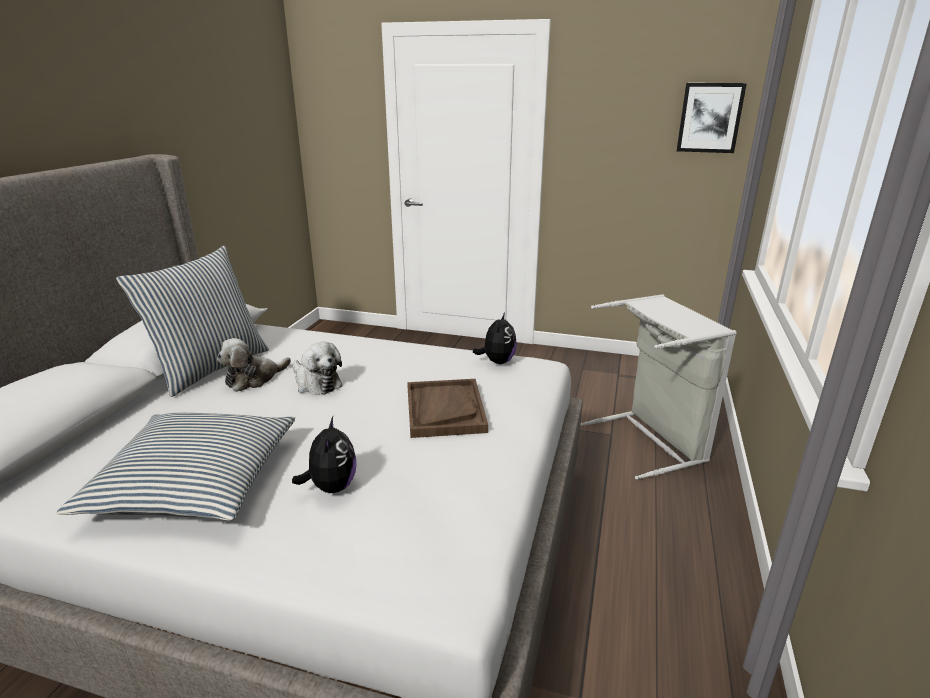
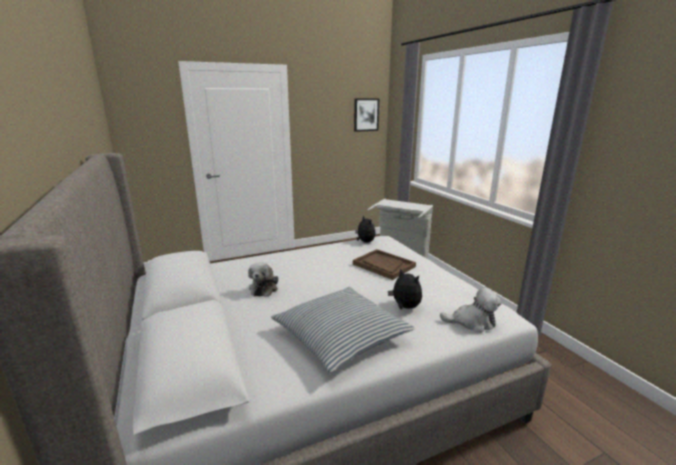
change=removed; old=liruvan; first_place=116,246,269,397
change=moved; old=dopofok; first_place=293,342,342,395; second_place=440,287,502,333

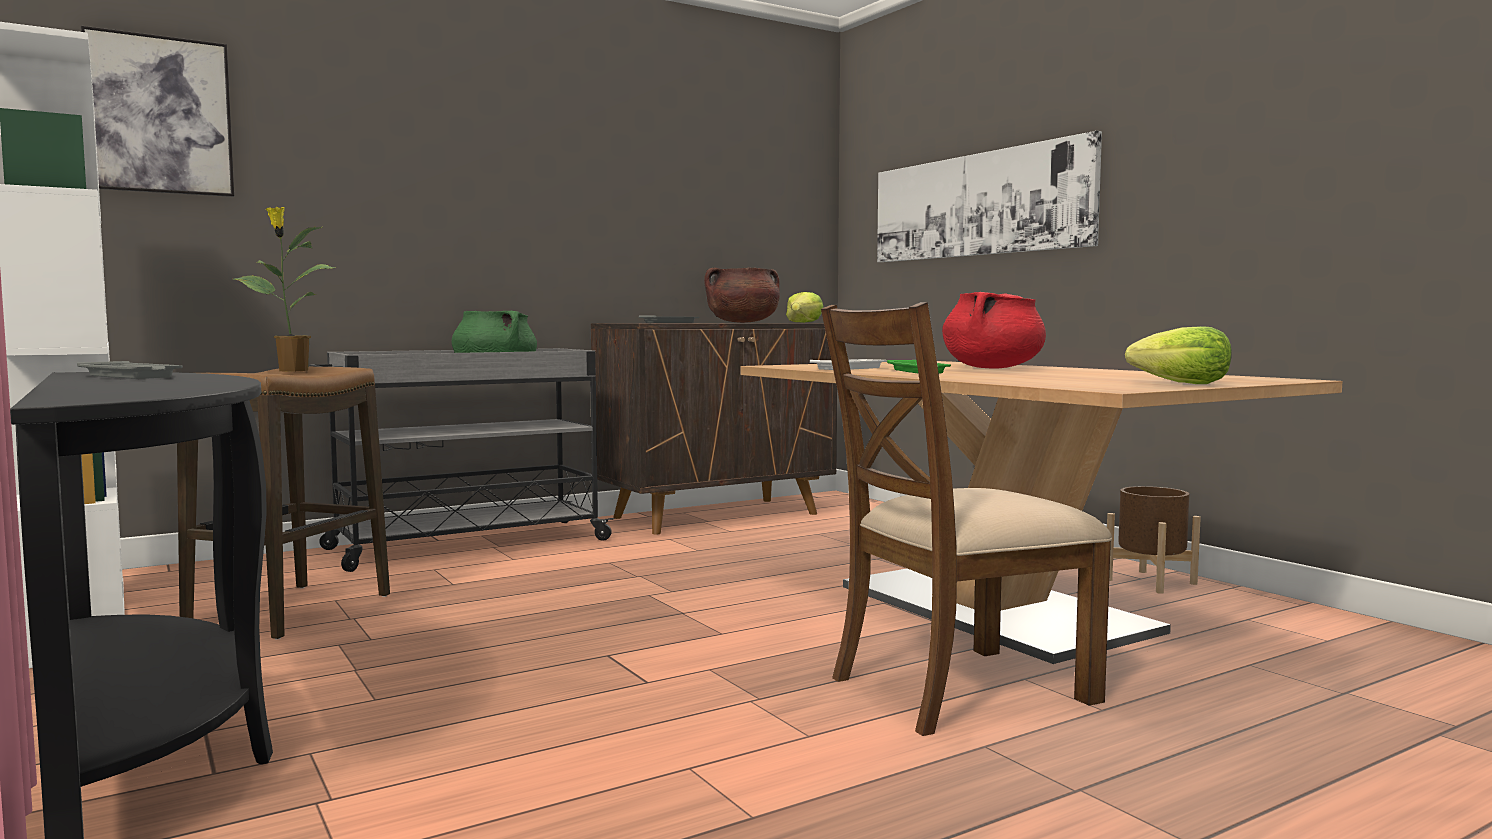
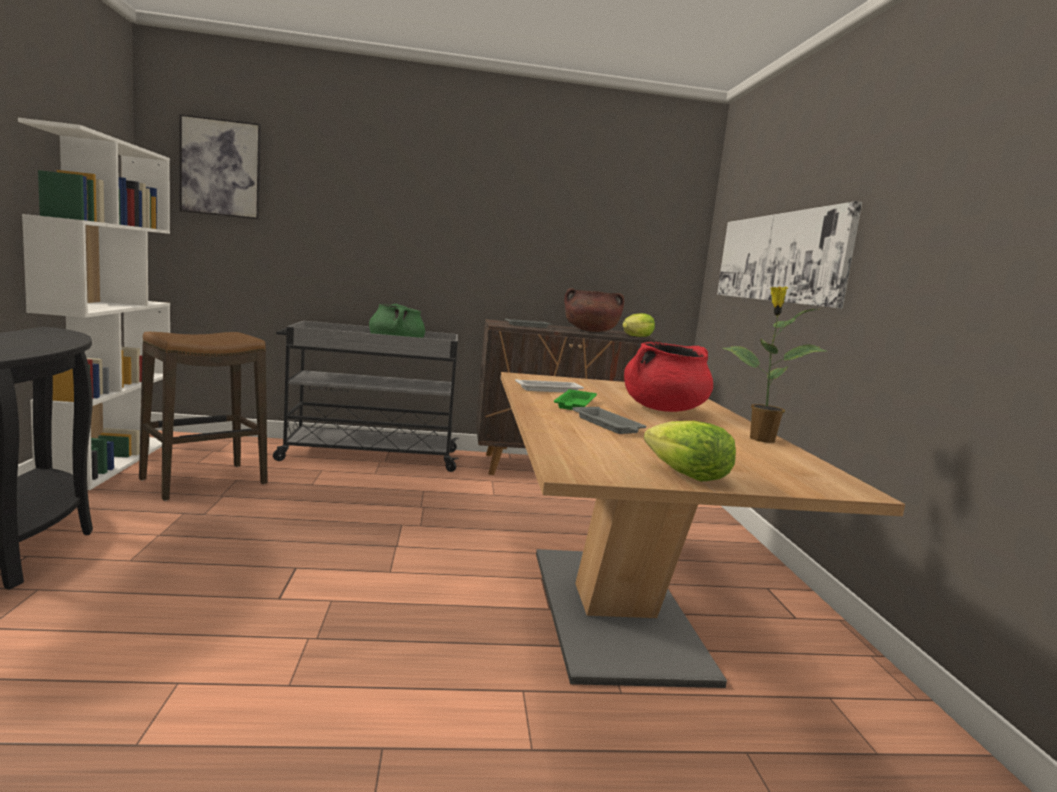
change=removed; old=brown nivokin; first_place=821,302,1112,736
change=removed; old=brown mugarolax; first_place=1107,486,1201,594
change=moved; old=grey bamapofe; first_place=77,361,183,379; second_place=572,407,646,434
change=moved; old=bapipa; first_place=234,207,335,371; second_place=723,287,827,443

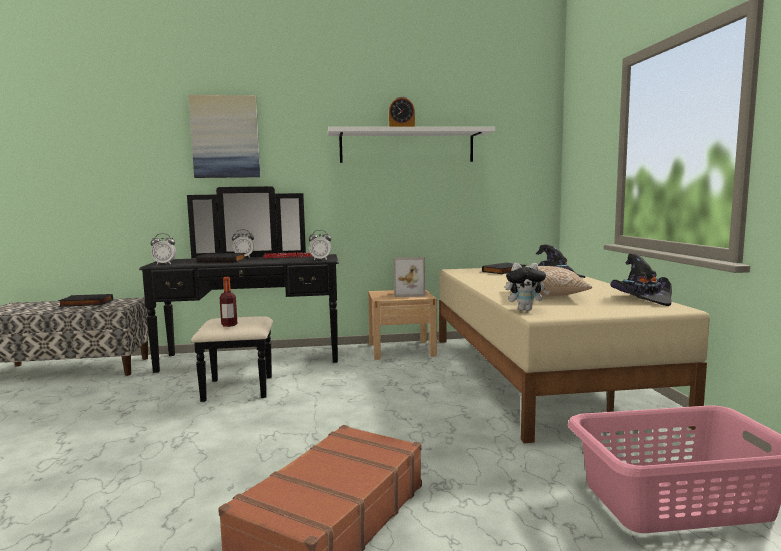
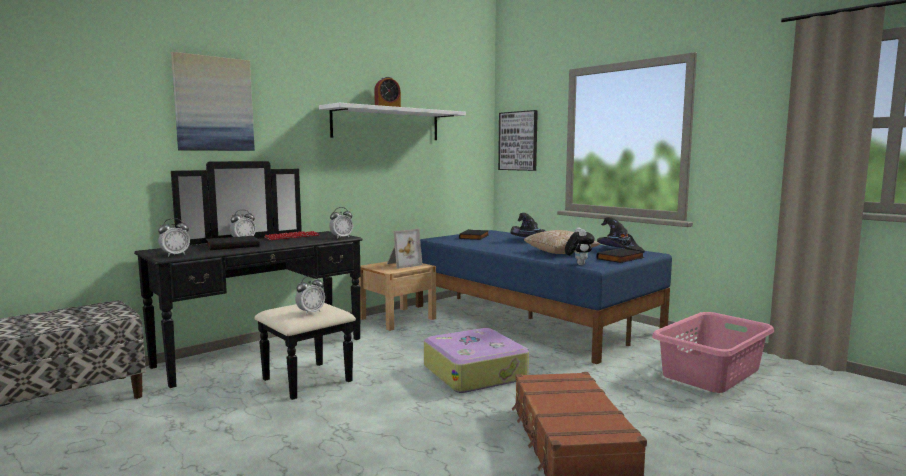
change=added; new=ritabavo; second_place=424,328,529,393
change=added; new=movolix; second_place=498,110,538,171
change=moved; old=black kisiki; first_place=58,294,113,307; second_place=596,248,644,263
change=replaced; old=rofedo; new=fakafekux; first_place=220,277,237,327; second_place=295,276,325,315
change=recoloured; old=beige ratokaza; new=blue ratokaza; first_place=439,266,710,443; second_place=416,230,672,364
change=turned; old=dopofok; first_place=505,263,550,311; second_place=565,227,595,265; degrees=-60

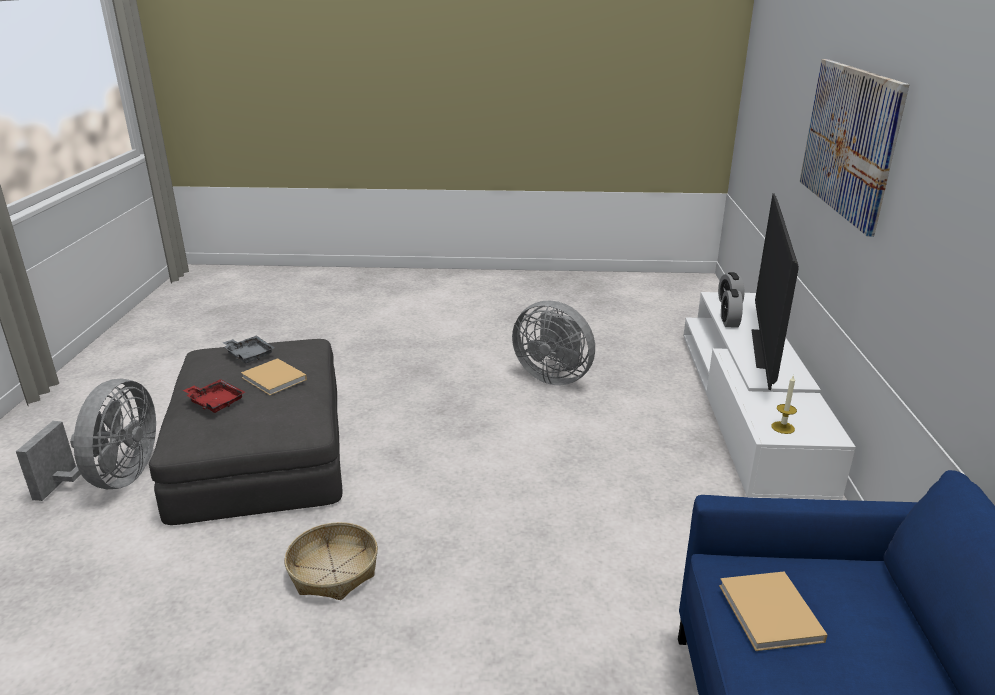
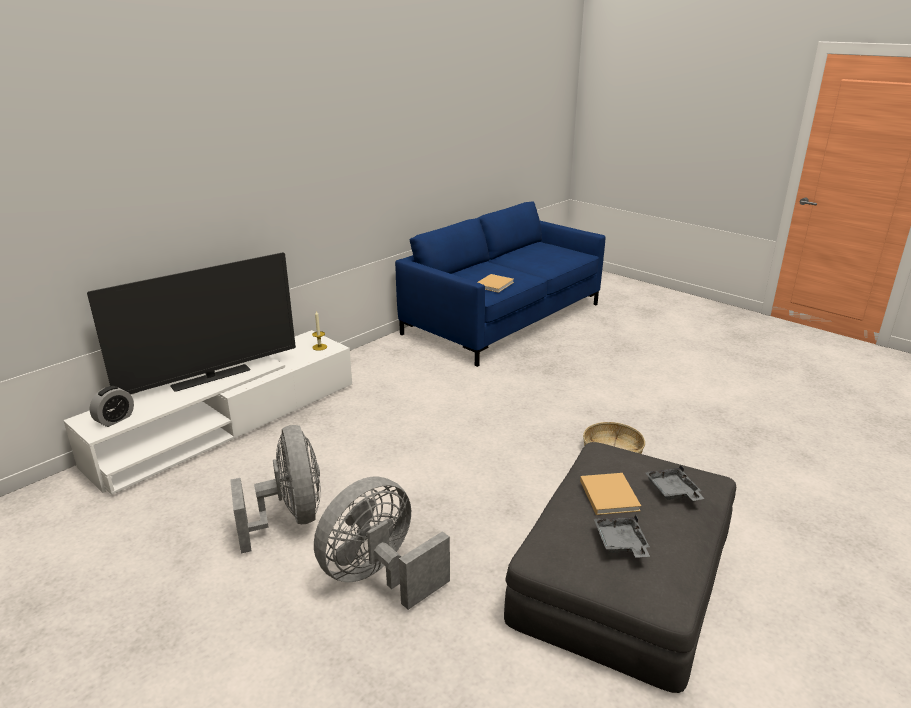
change=removed; old=fakafekux; first_place=721,289,743,328
change=removed; old=movolix; first_place=800,59,909,237
change=moved; old=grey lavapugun; first_place=16,378,156,501; second_place=314,476,450,610
change=recoloured; old=red bamapofe; new=grey bamapofe; first_place=182,379,246,413; second_place=645,465,704,501

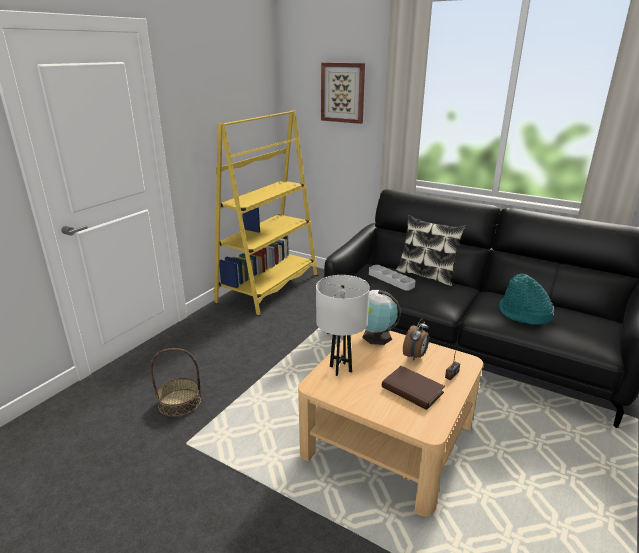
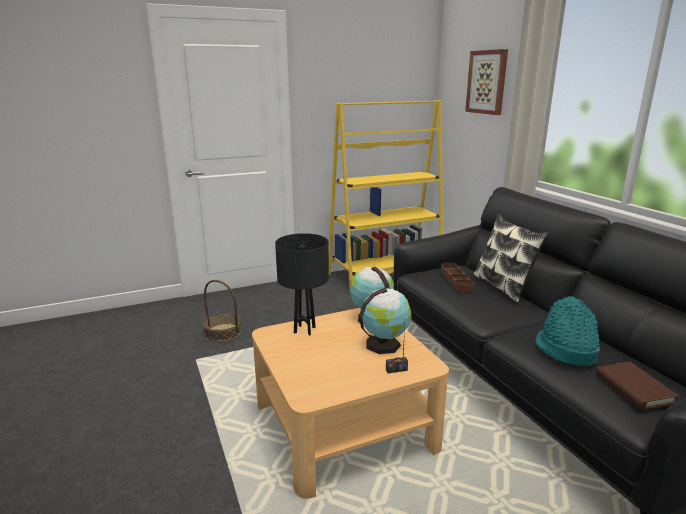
change=moved; old=brown kisiki; first_place=382,366,445,410; second_place=596,362,679,410
change=replaced; old=fakafekux; new=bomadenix; first_place=403,319,429,361; second_place=359,288,412,354
change=recoloured; old=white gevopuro; new=black gevopuro; first_place=316,275,370,376; second_place=275,233,329,336
change=recoloured; old=grey bamapofe; new=brown bamapofe; first_place=369,265,415,291; second_place=441,263,474,293

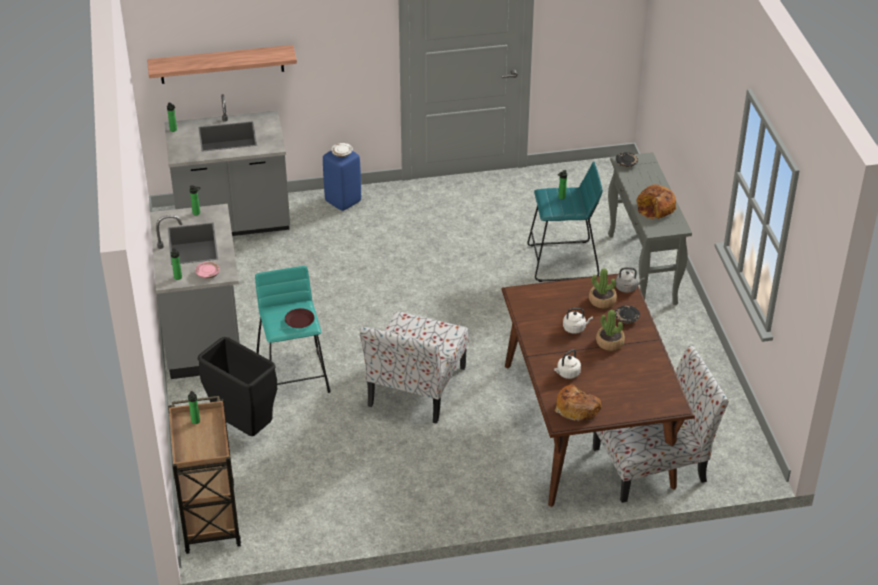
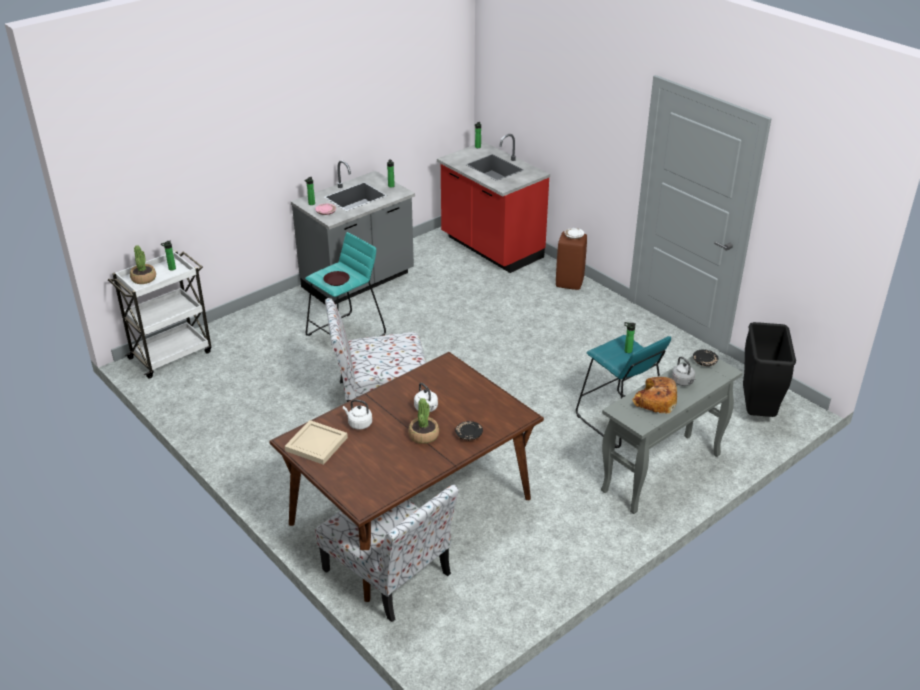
change=removed; old=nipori; first_place=147,45,297,84
change=moved; old=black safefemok; first_place=198,337,277,436; second_place=743,322,796,417
change=moved; old=bapipa; first_place=589,268,617,308; second_place=130,245,156,284
change=moved; old=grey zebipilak; first_place=616,267,645,293; second_place=671,356,695,386
change=replaced; old=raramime; new=beige bamapofe; first_place=555,384,602,421; second_place=285,420,348,465
change=recoloured; old=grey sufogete; new=red sufogete; first_place=164,94,290,236; second_place=437,134,550,273
change=recoloured; old=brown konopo; new=white konopo; first_place=168,396,241,554; second_place=108,250,211,379
change=recoloured; old=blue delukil; new=brown delukil; first_place=323,151,361,211; second_place=556,231,587,290

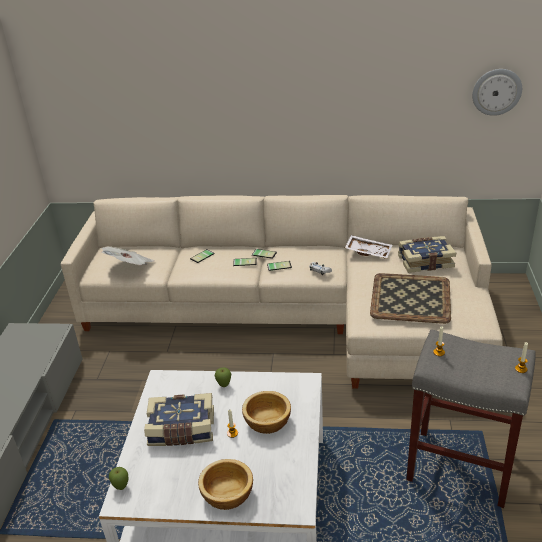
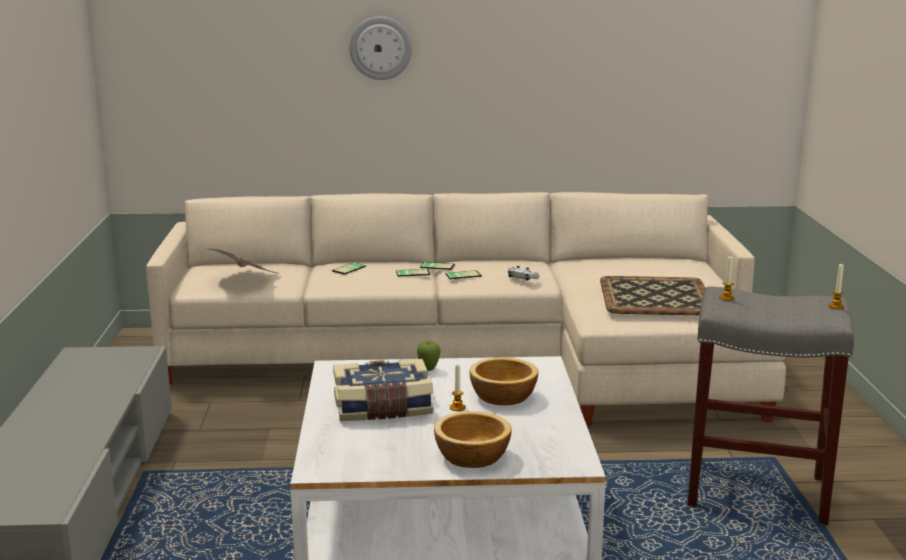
change=removed; old=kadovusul; first_place=109,467,128,490
change=removed; old=white bamapofe; first_place=345,235,392,259
change=removed; old=kisiki; first_place=398,236,456,273
change=moved; old=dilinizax; first_place=472,69,522,116; second_place=349,17,412,80

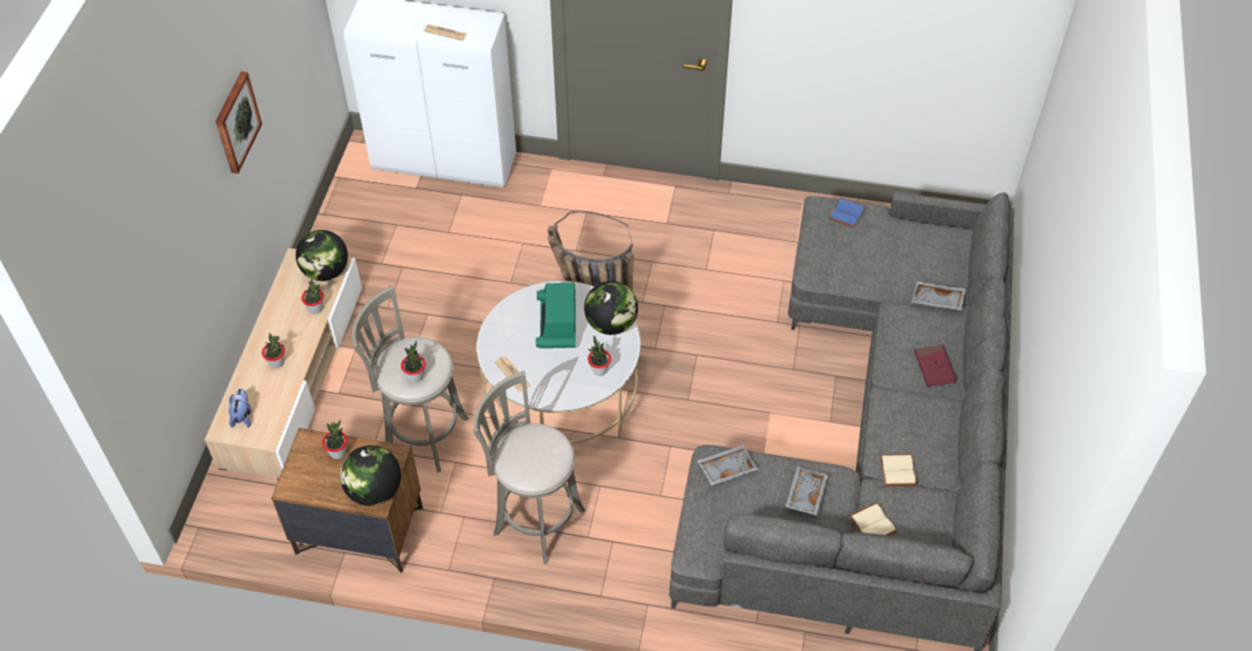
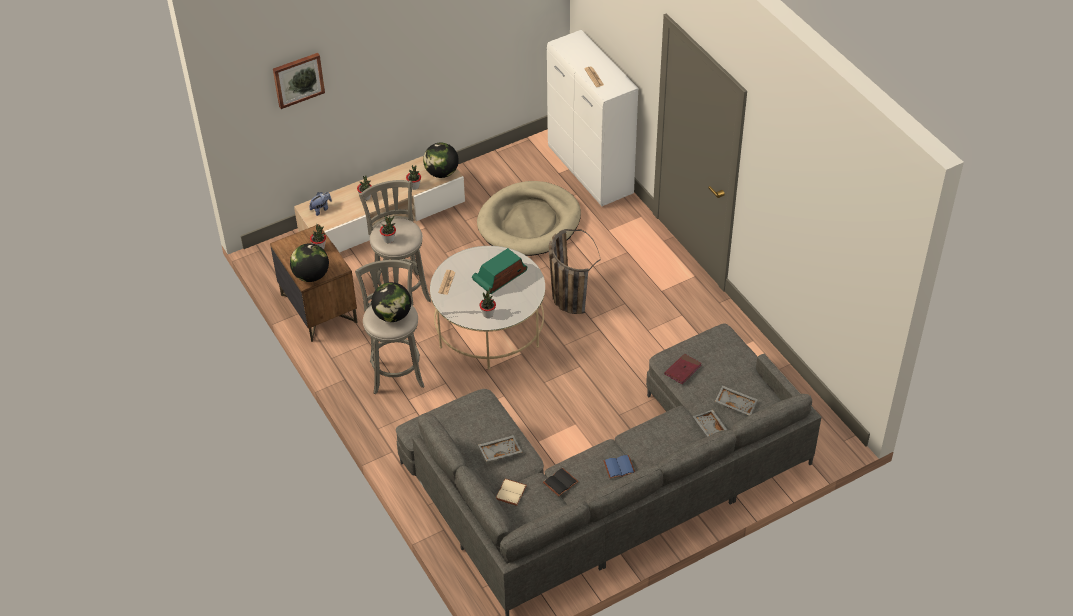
change=added; new=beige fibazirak; second_place=477,181,581,256
change=moved; old=movolix; first_place=215,71,262,174; second_place=273,53,325,109
change=moved; old=bomadenix; first_place=584,281,638,335; second_place=371,282,411,322
change=moved; old=grey bamapofe; first_place=697,445,758,485; second_place=715,385,758,415
change=moved; old=blue kisiki; first_place=829,198,866,228; second_place=603,455,635,479
change=moved; old=red kisiki; first_place=914,345,957,387; second_place=665,354,702,384
change=recoloured; old=beige kisiki; new=black kisiki; first_place=880,454,917,486; second_place=543,468,578,496

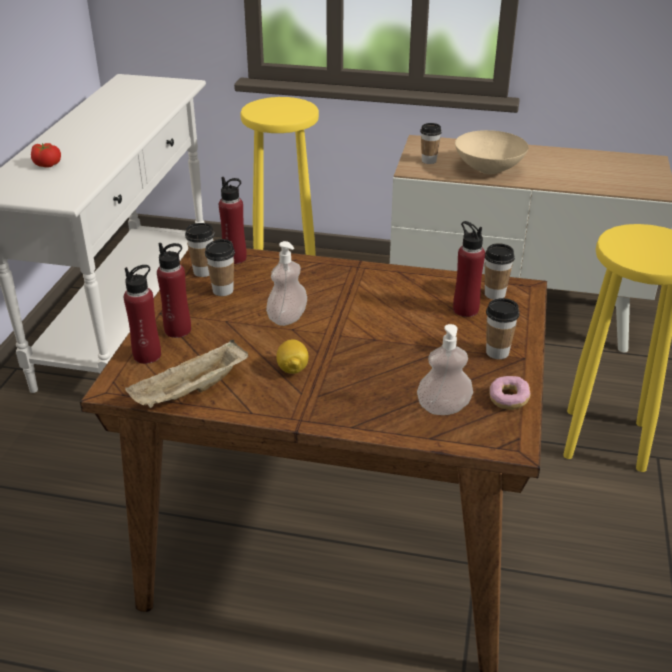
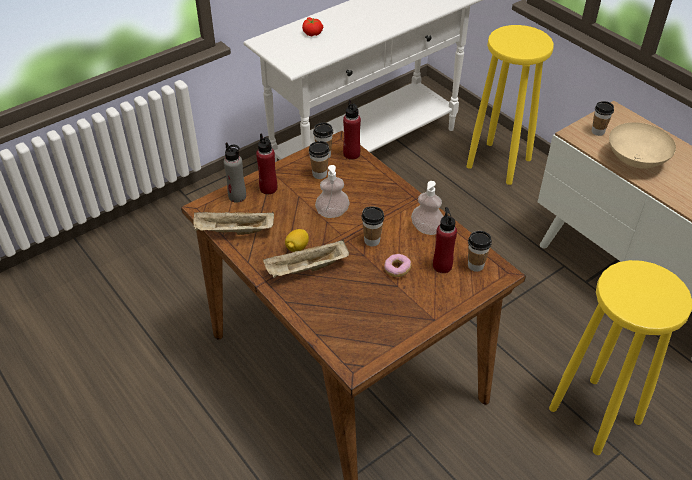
change=added; new=beige bamapofe; second_place=263,240,349,278
change=moved; old=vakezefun; first_place=417,324,473,415; second_place=411,181,444,235
change=moved; old=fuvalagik; first_place=486,298,519,359; second_place=362,206,384,246
change=moved; old=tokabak; first_place=489,376,531,410; second_place=384,254,411,277
change=recoloured; old=red rofedo; new=grey rofedo; first_place=124,265,161,364; second_place=224,142,246,203

